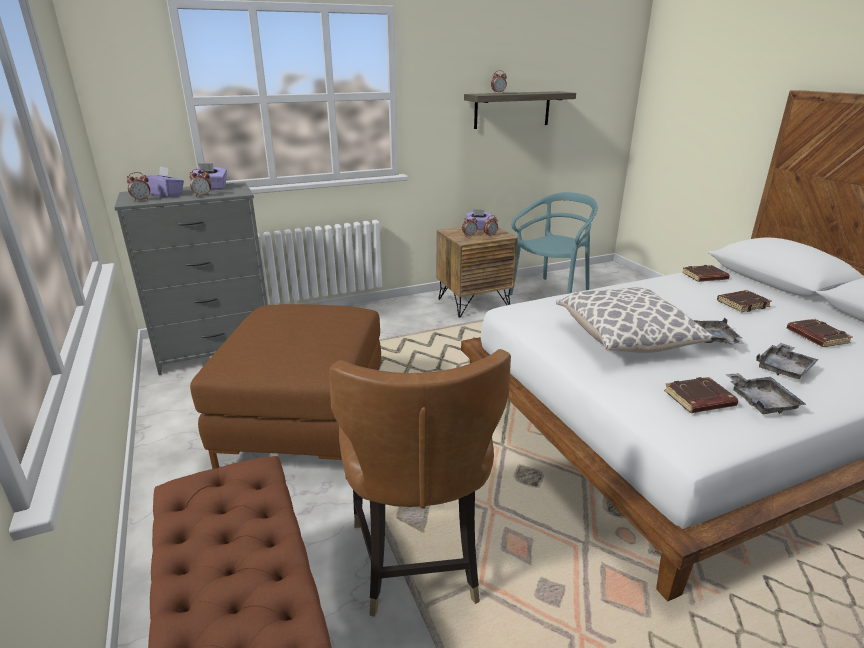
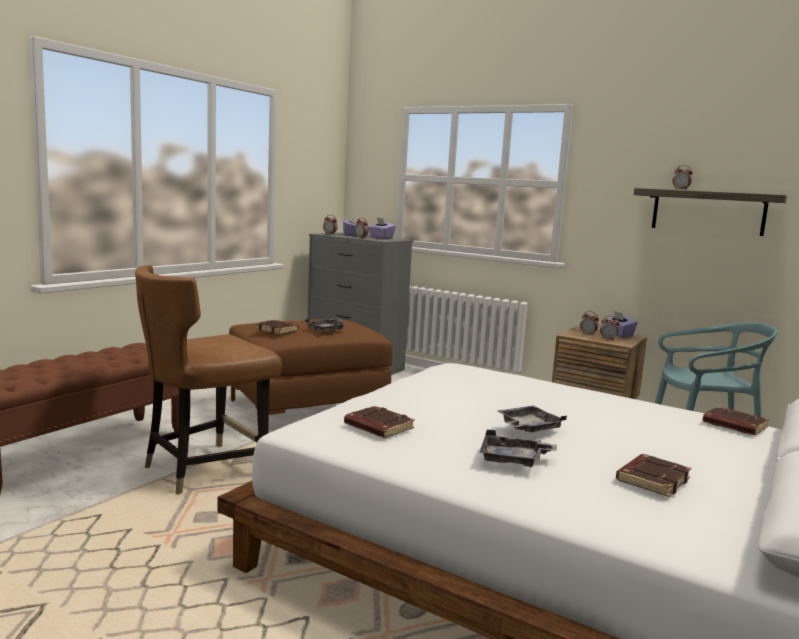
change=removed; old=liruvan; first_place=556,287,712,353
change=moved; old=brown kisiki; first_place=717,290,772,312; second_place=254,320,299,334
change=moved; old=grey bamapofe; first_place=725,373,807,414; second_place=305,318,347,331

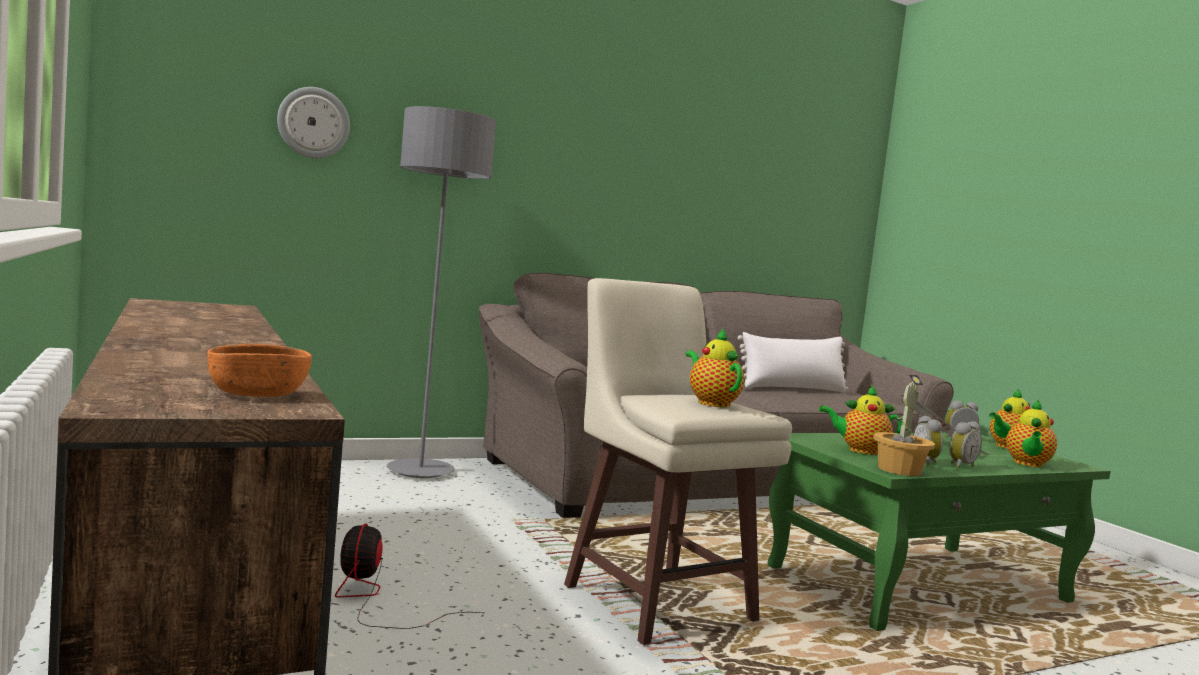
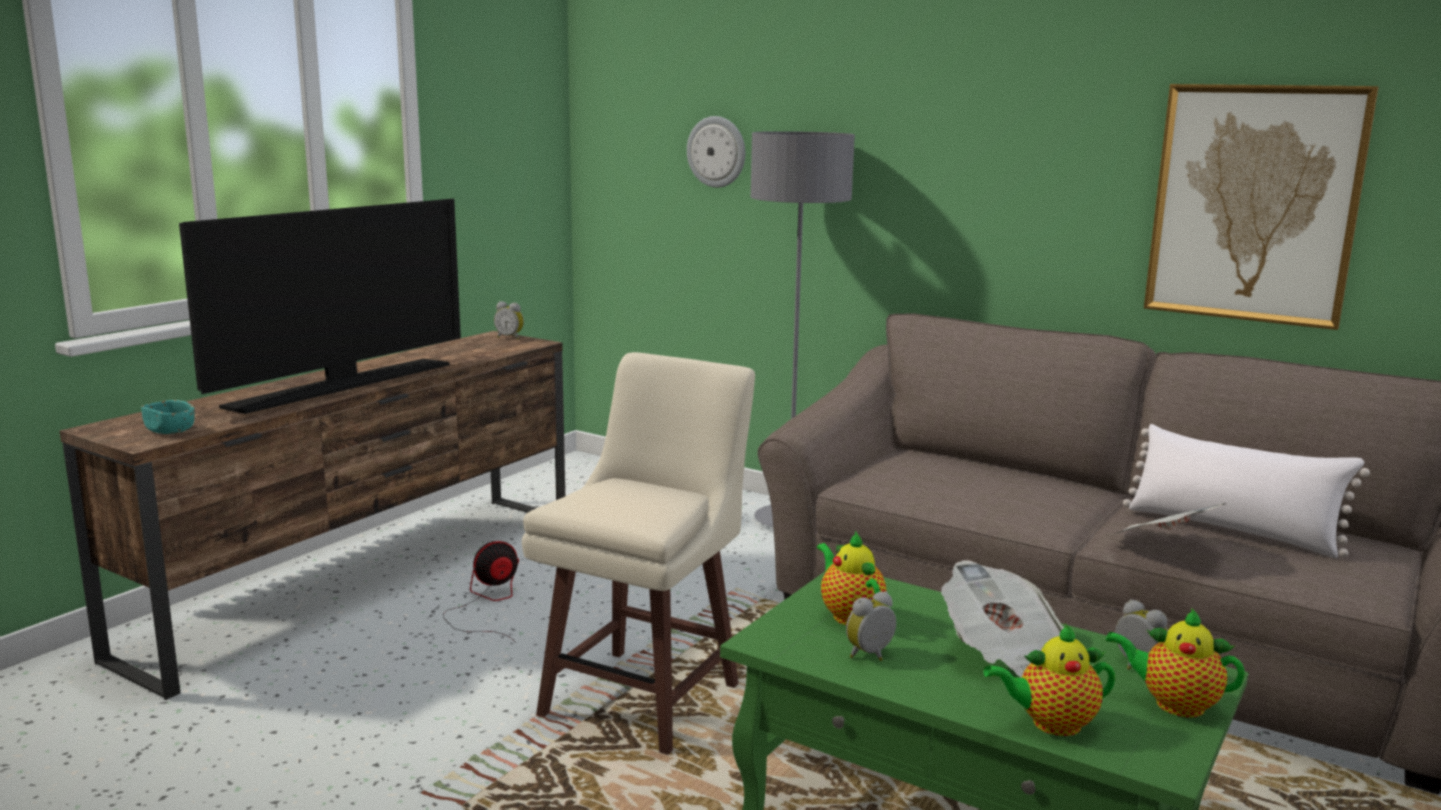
change=removed; old=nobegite; first_place=686,328,745,407
change=removed; old=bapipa; first_place=873,375,935,476
change=added; new=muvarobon; second_place=179,199,461,414
change=added; new=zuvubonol; second_place=1106,503,1227,536
change=added; new=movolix; second_place=1144,84,1379,330
change=moved; old=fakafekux; first_place=949,421,982,468; second_place=494,301,524,340
change=recoloured; old=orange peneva; new=turquoise peneva; first_place=207,344,312,397; second_place=141,400,195,434

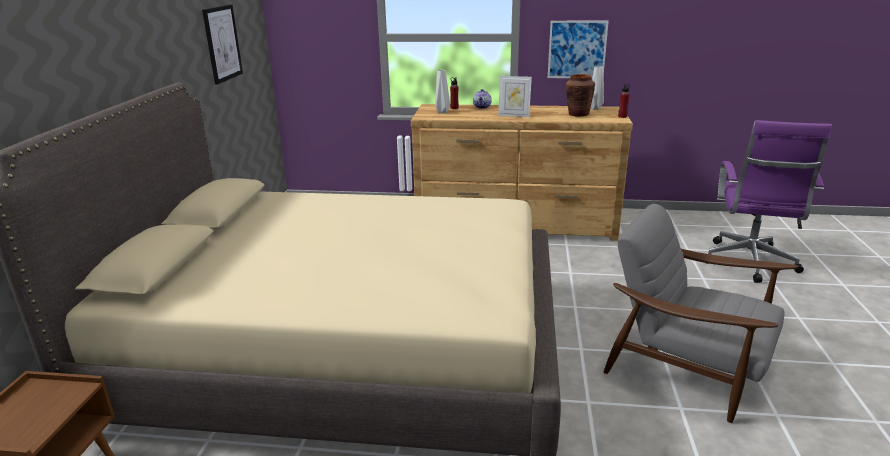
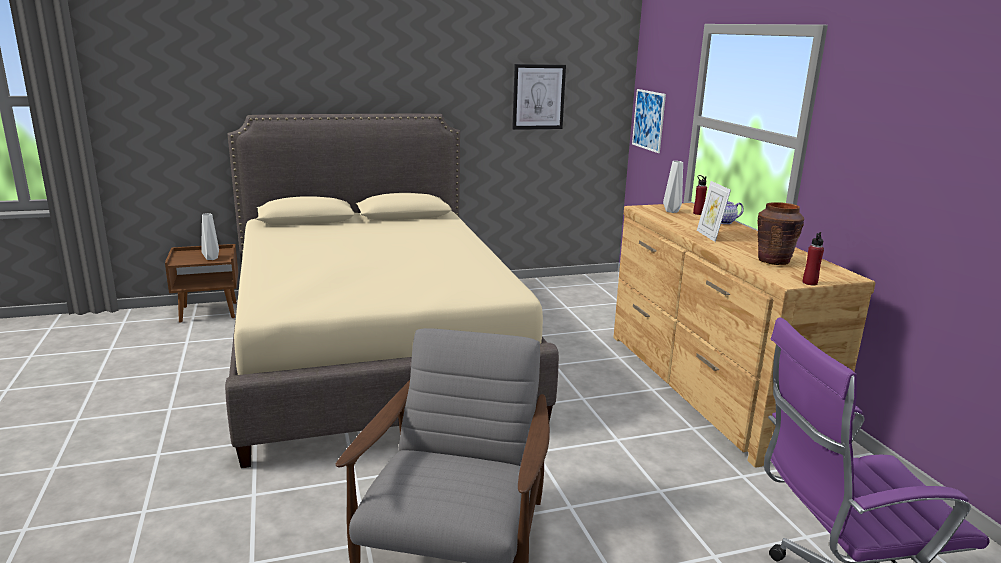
change=moved; old=movolix; first_place=548,20,609,78; second_place=632,89,666,153
change=moved; old=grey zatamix; first_place=591,66,604,110; second_place=201,213,219,260

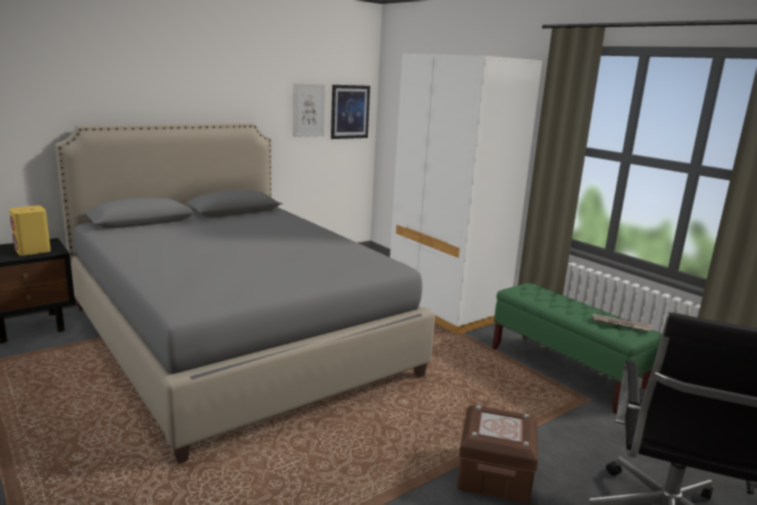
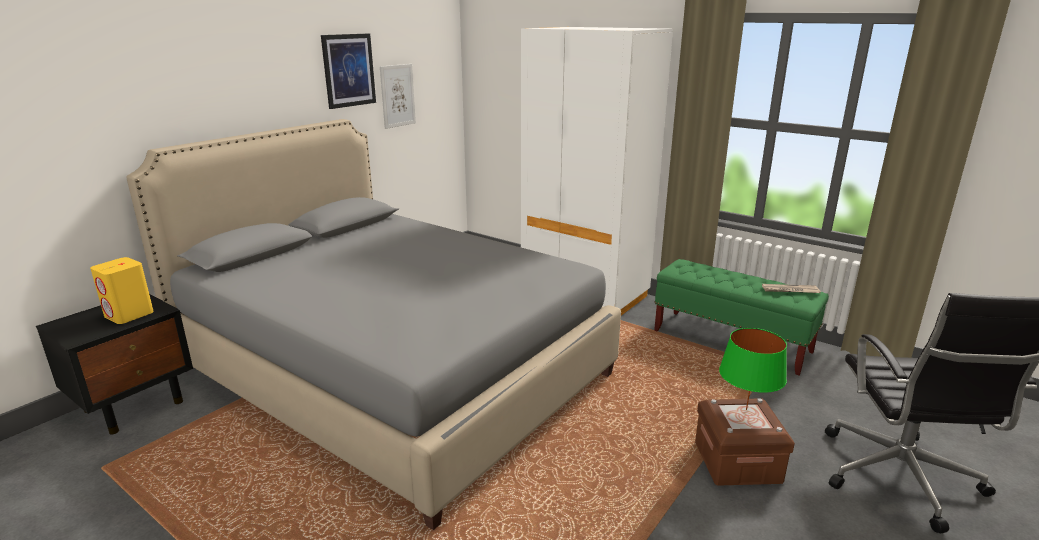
change=added; new=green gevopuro; second_place=719,328,787,410
change=moved; old=movolix; first_place=331,85,370,139; second_place=321,33,376,109

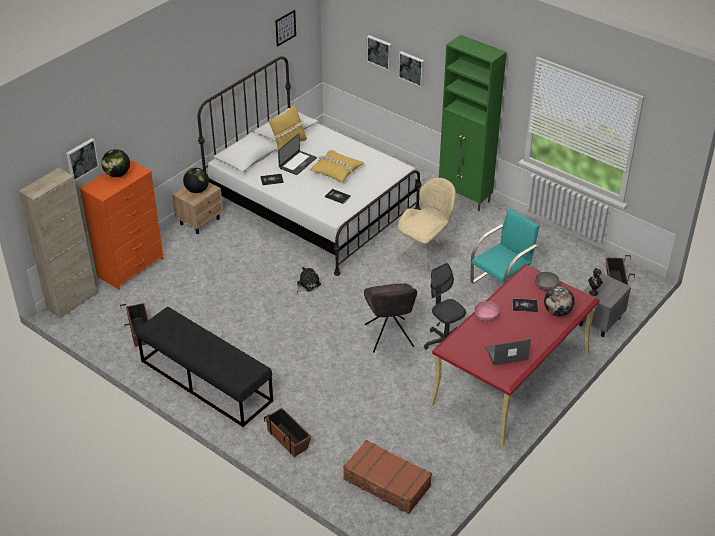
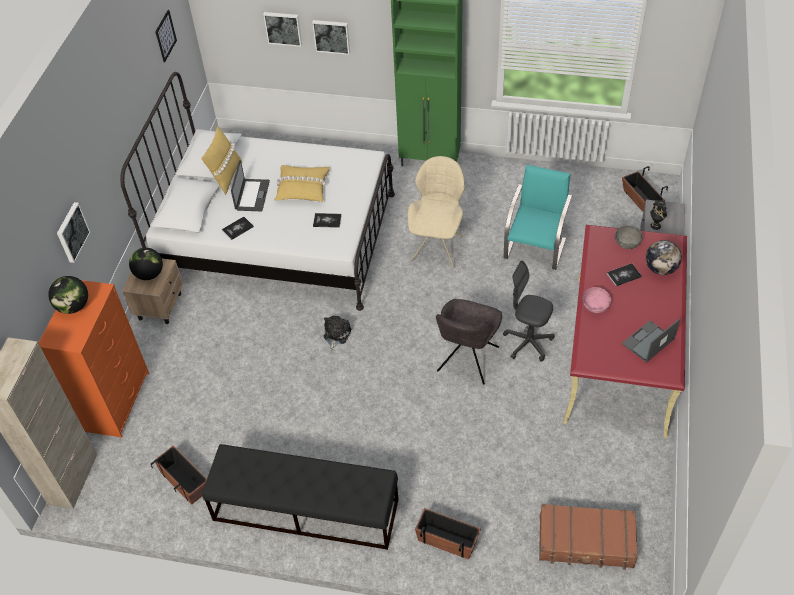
change=moved; old=movolix; first_place=66,138,99,181; second_place=57,202,90,263
change=turned; old=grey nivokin; first_place=364,283,417,352; second_place=436,299,502,385; degrees=60

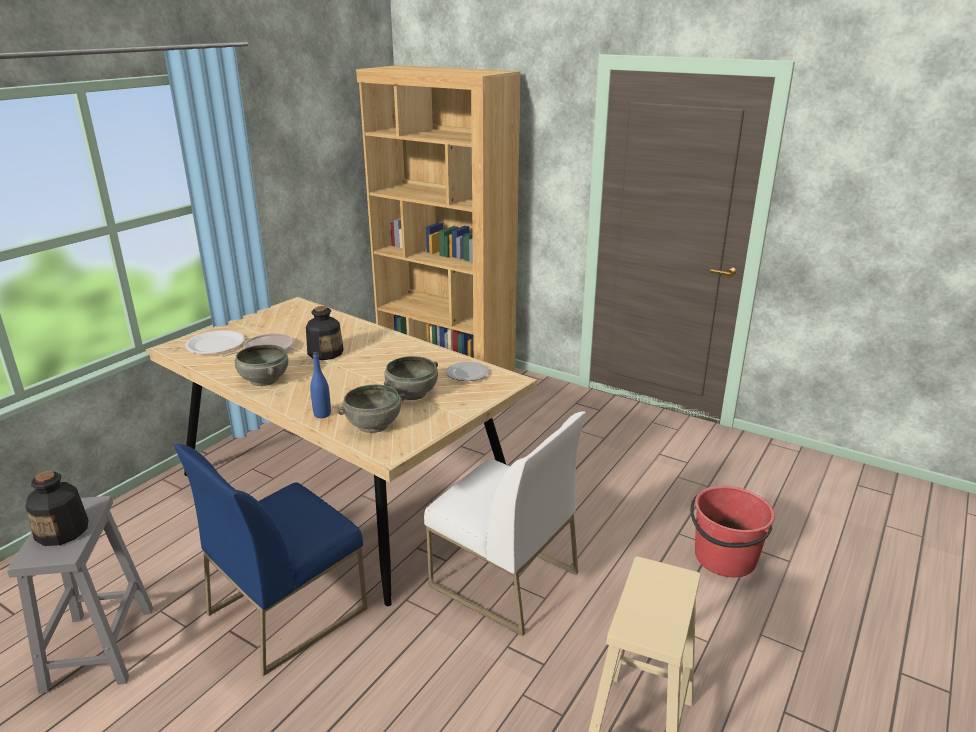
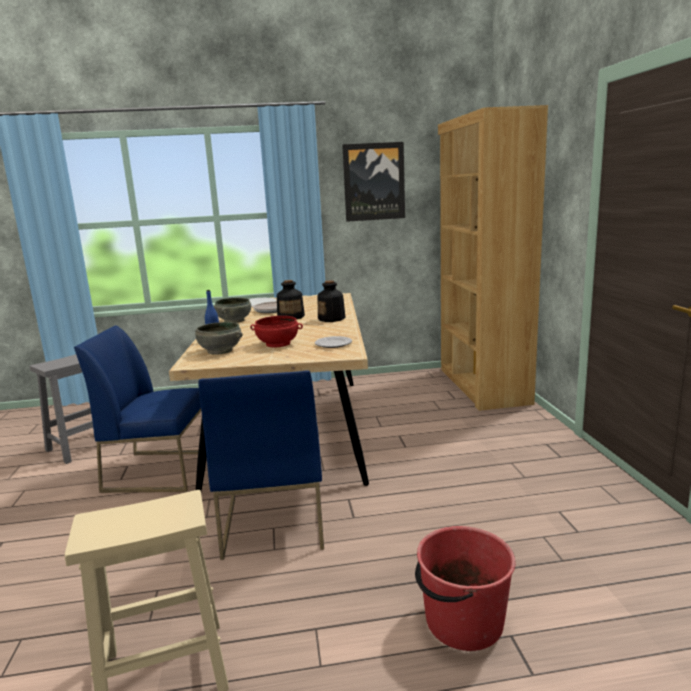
change=added; new=movolix; second_place=342,142,405,222
change=moved; old=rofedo; first_place=25,471,89,546; second_place=318,280,346,322
change=recoloured; old=grey peneva; new=red peneva; first_place=384,356,438,400; second_place=250,316,303,347
change=recoloured; old=white nivokin; new=blue nivokin; first_place=424,411,586,636; second_place=198,370,324,560

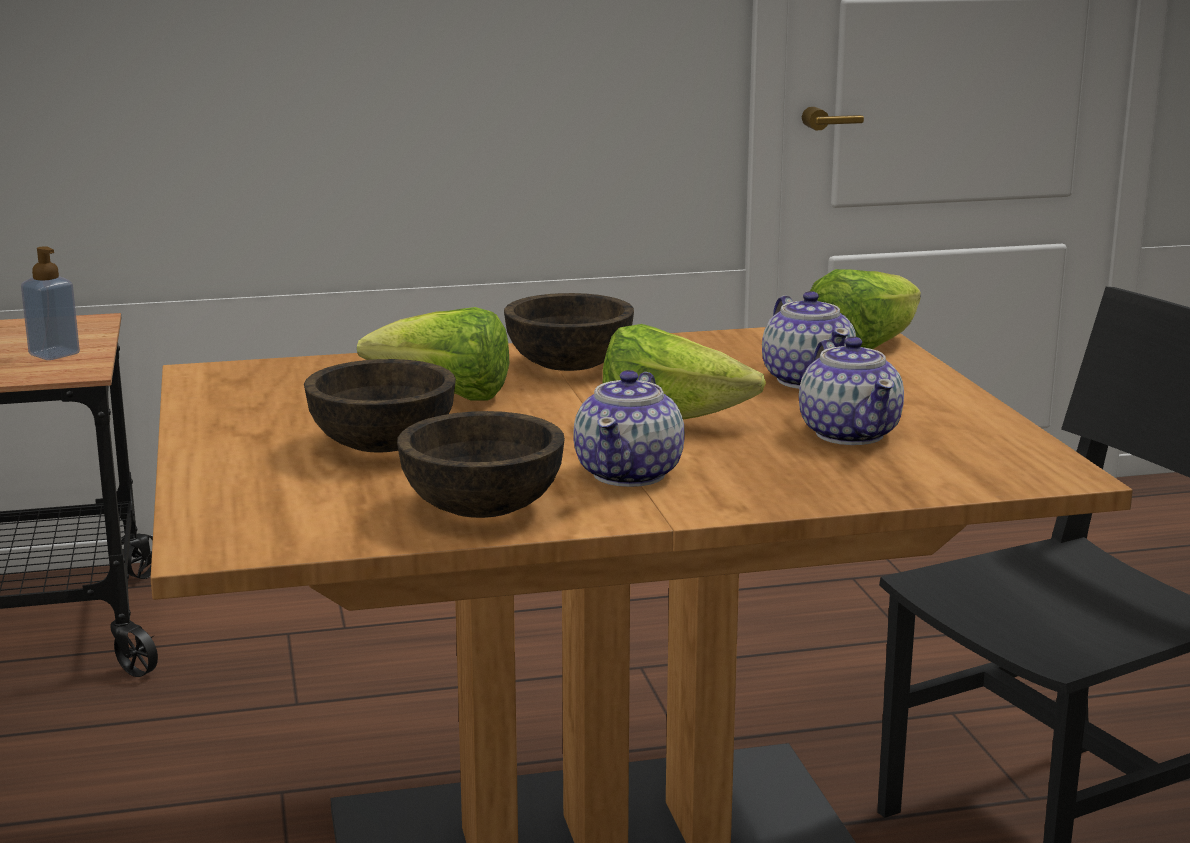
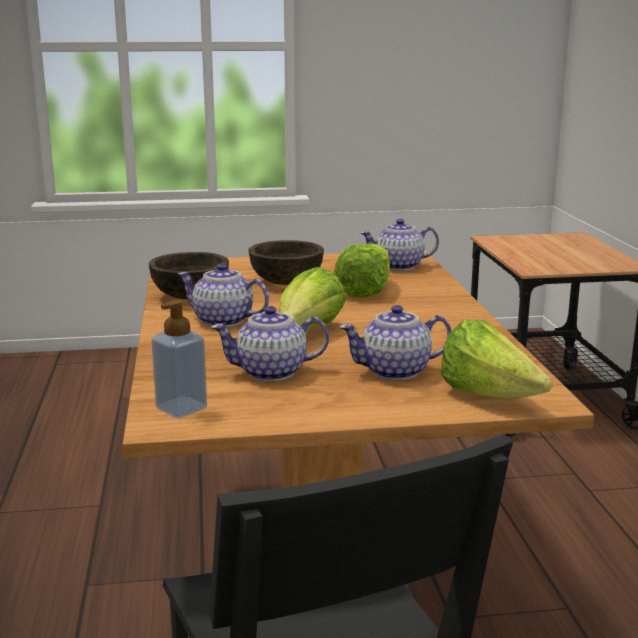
change=removed; old=brown peneva; first_place=504,293,634,371
change=added; new=nobegite; second_place=360,219,439,271
change=moved; old=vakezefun; first_place=21,246,80,360; second_place=151,300,207,418

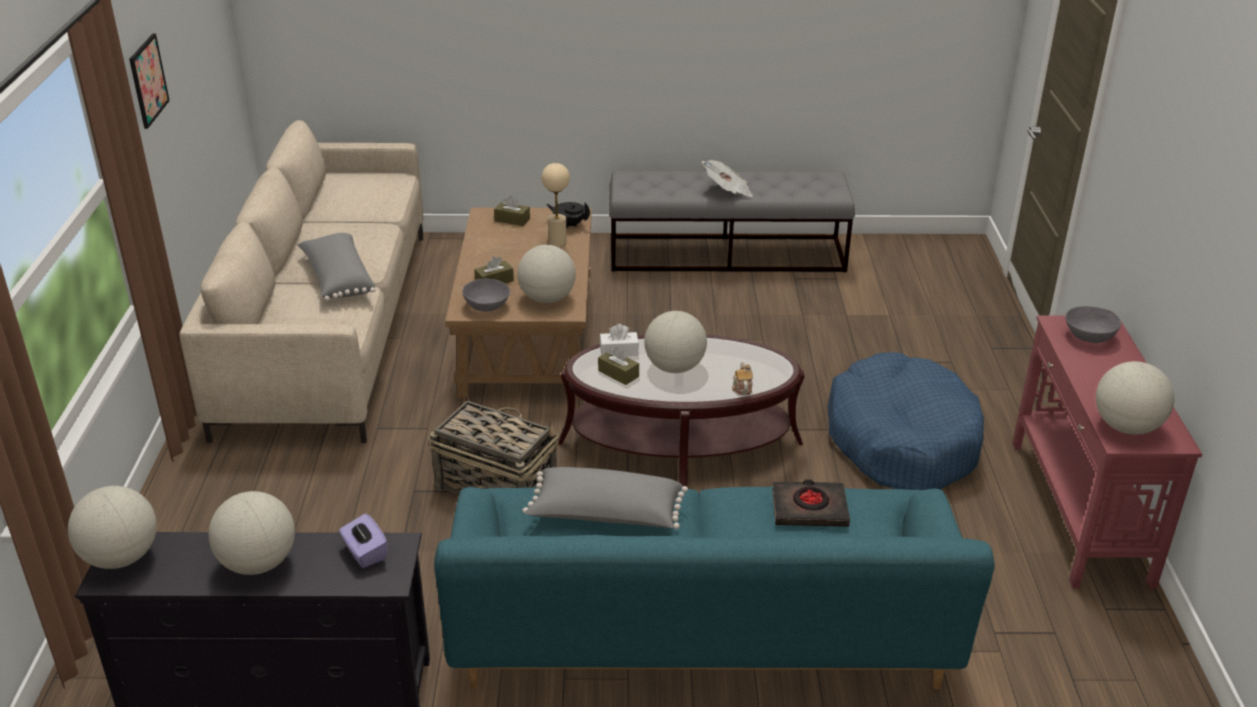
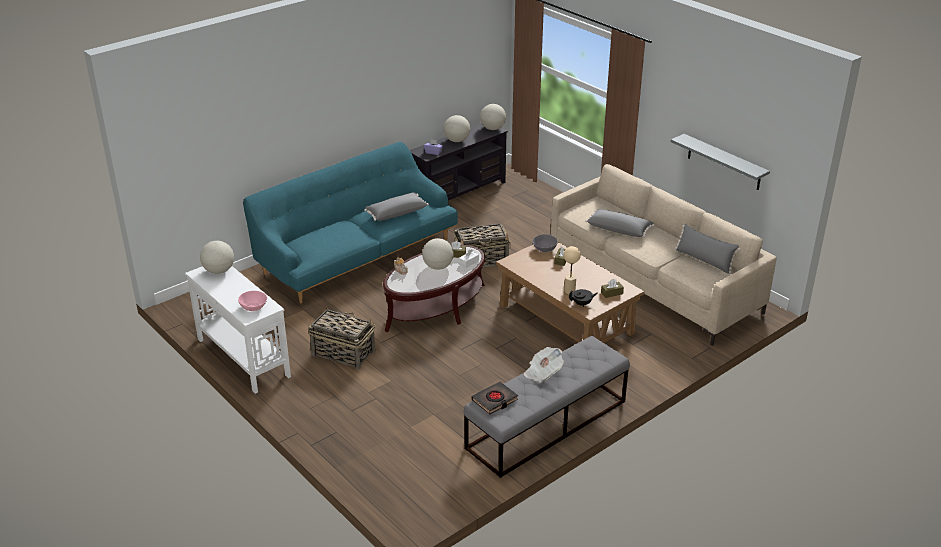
change=removed; old=movolix; first_place=129,34,170,129
change=removed; old=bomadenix; first_place=517,245,576,303
change=added; new=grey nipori; second_place=670,134,770,190
change=added; new=grey liruvan; second_place=675,224,741,274
change=moved; old=black kisiki; first_place=772,479,850,527; second_place=471,382,518,414
change=replaced; old=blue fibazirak; new=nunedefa; first_place=828,352,984,490; second_place=308,306,375,370
change=recoloured; old=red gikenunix; new=white gikenunix; first_place=1012,316,1202,589; second_place=185,266,291,394
change=recoloured; old=grey peneva; new=pink peneva; first_place=1065,306,1121,343; second_place=238,291,267,311

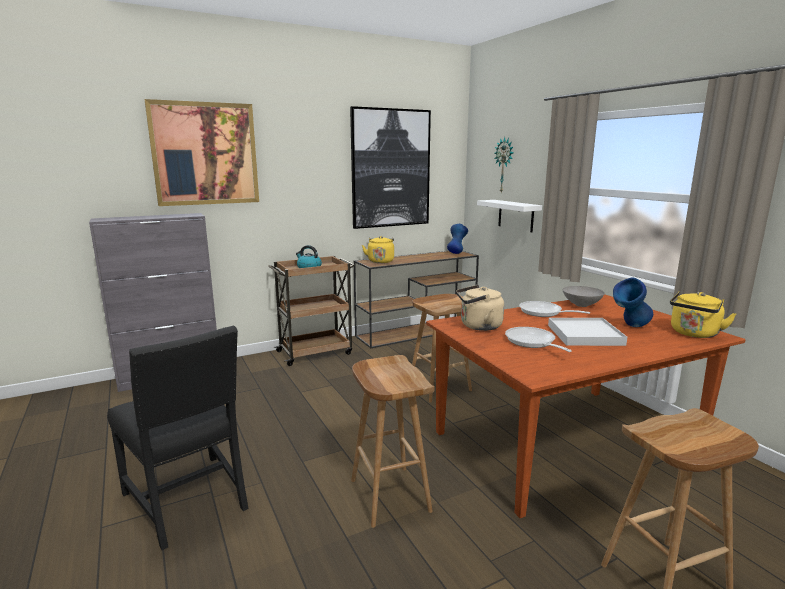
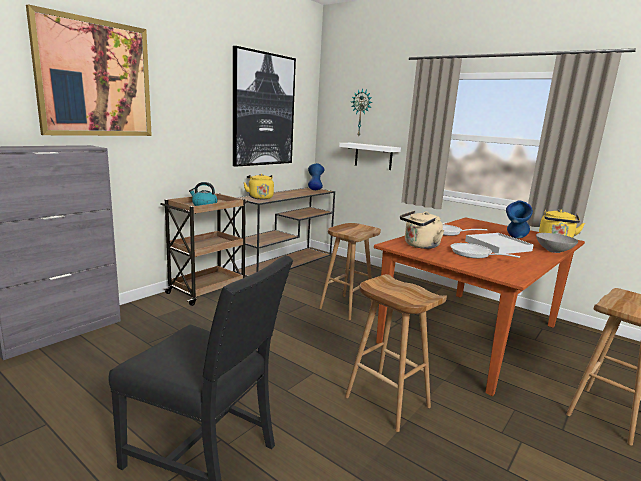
change=moved; old=grey peneva; first_place=563,286,605,307; second_place=536,233,578,253

